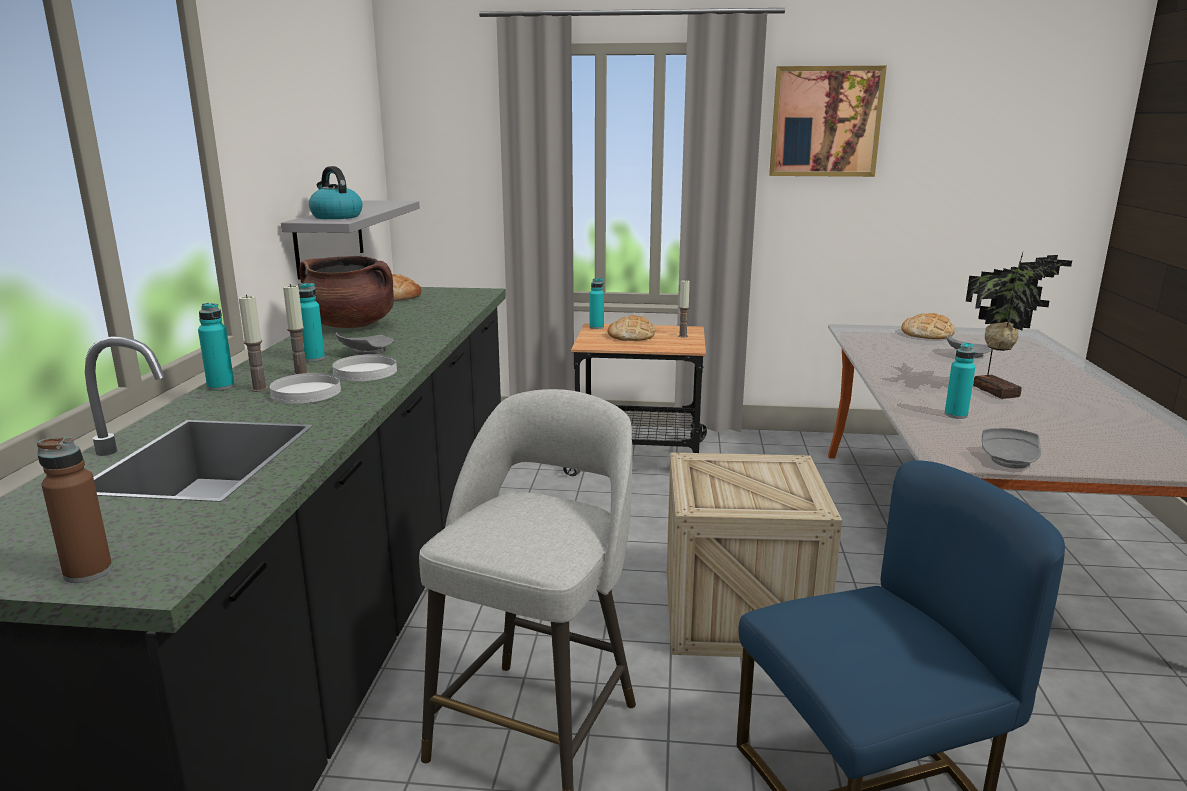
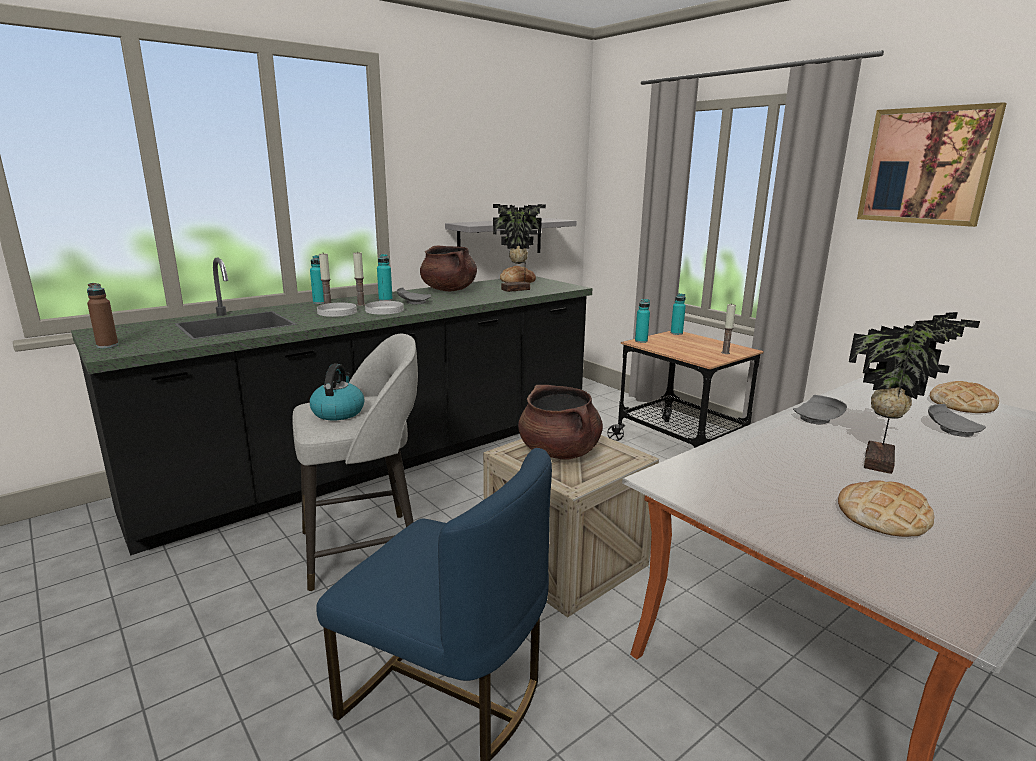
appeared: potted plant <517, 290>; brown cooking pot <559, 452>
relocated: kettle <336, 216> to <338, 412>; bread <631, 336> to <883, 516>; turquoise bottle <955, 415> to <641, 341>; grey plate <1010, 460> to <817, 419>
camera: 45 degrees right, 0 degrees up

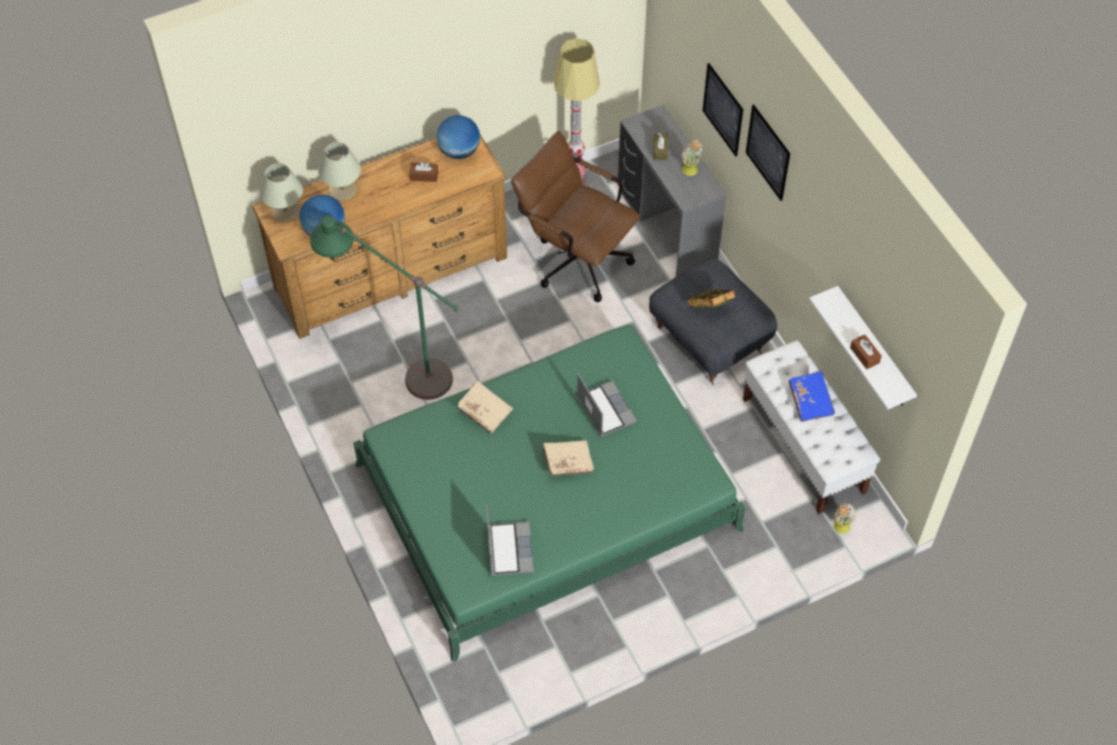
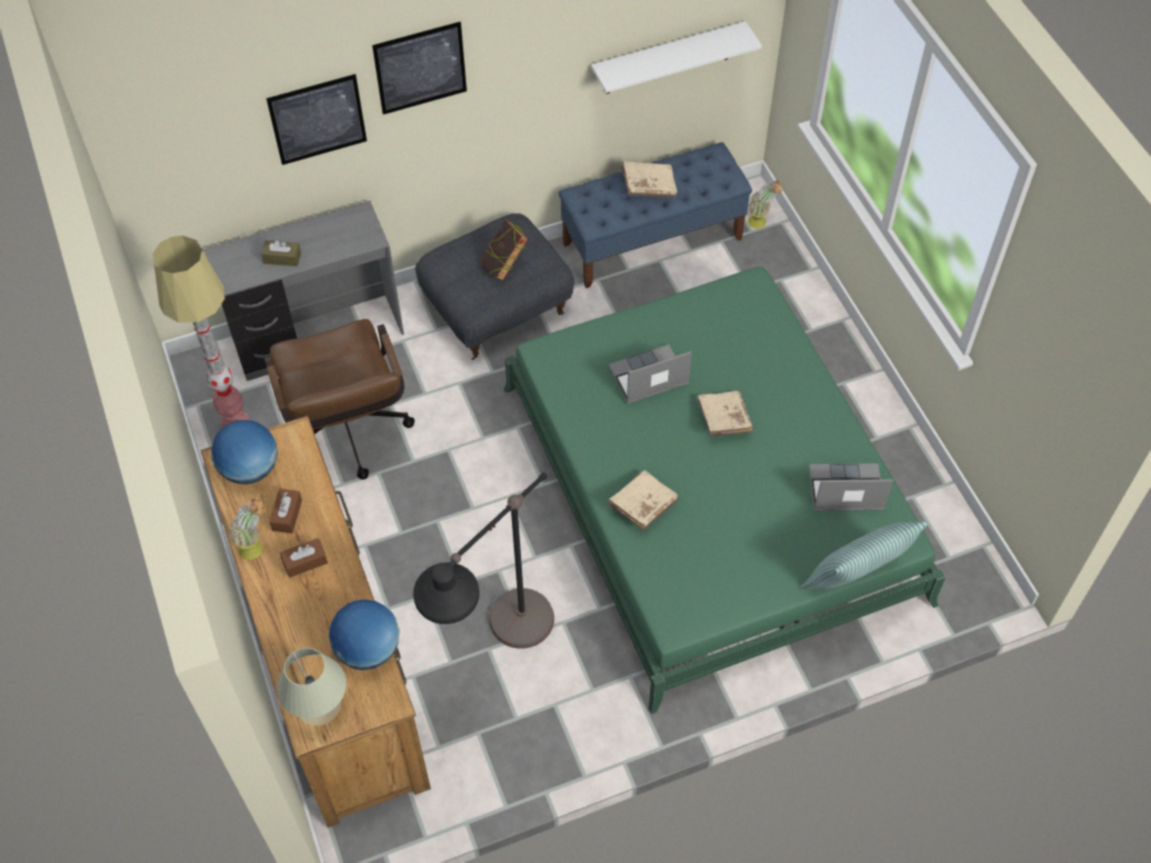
missing: beige table lamp <342, 190>
appeared: pillow <856, 579>
relocated: potted plant <691, 173> to <257, 548>; brown tissue box <864, 355> to <305, 562>
colour: green floor lamp <397, 368> to black floor lamp <499, 657>; white bench <804, 445> to blue bench <653, 241>; blue book <810, 401> to beige book <648, 186>
spun: brown office chair <575, 258> = <349, 437> 60 degrees counterclockwise
camera: 85 degrees left, 0 degrees up

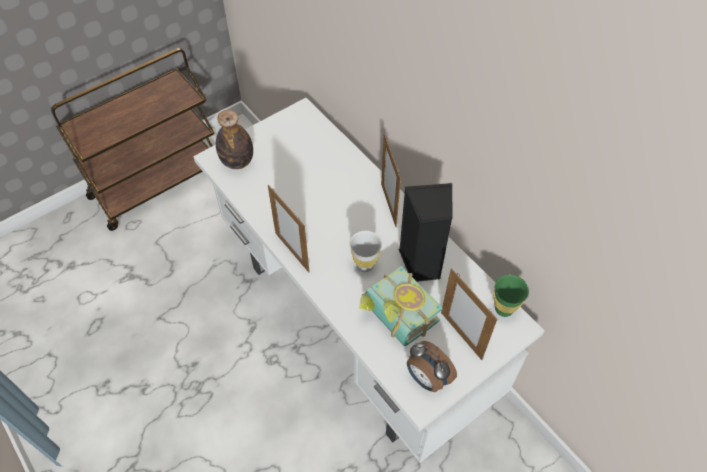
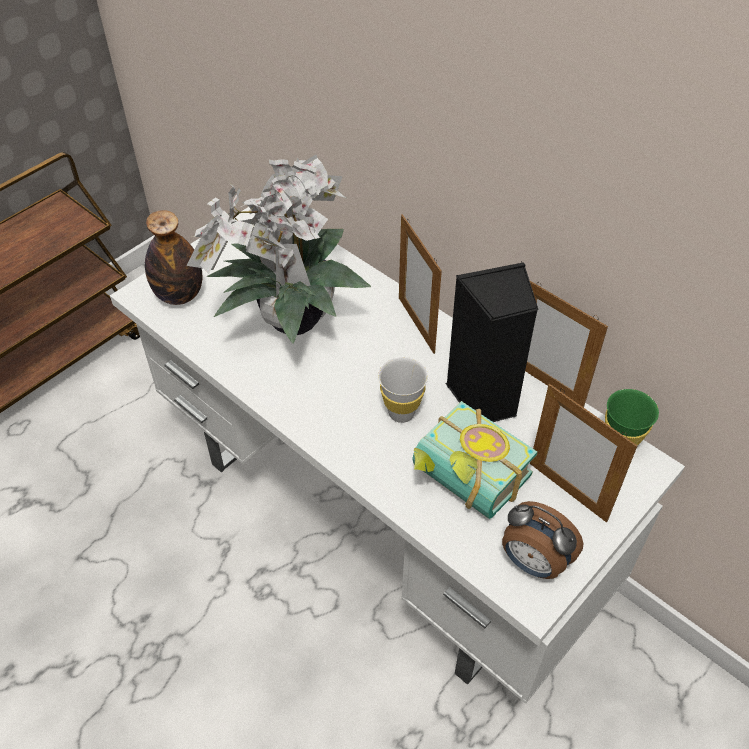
appeared: potted plant <288, 323>
relocated: picture frame <292, 252> to <546, 384>
camera: 10 degrees left, 5 degrees down

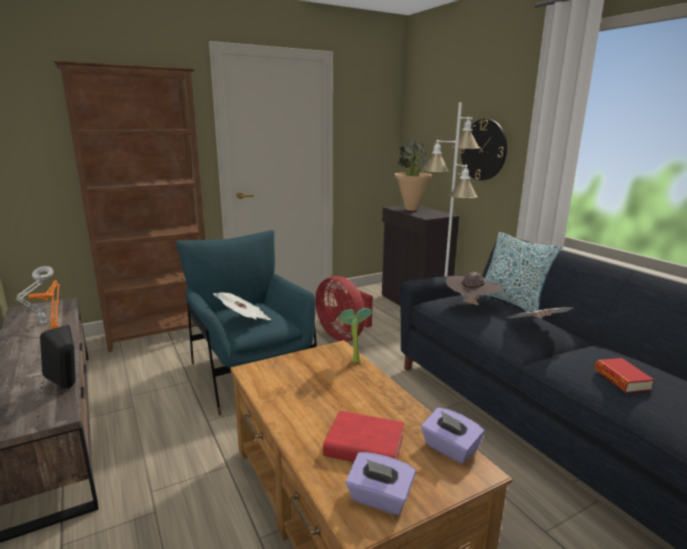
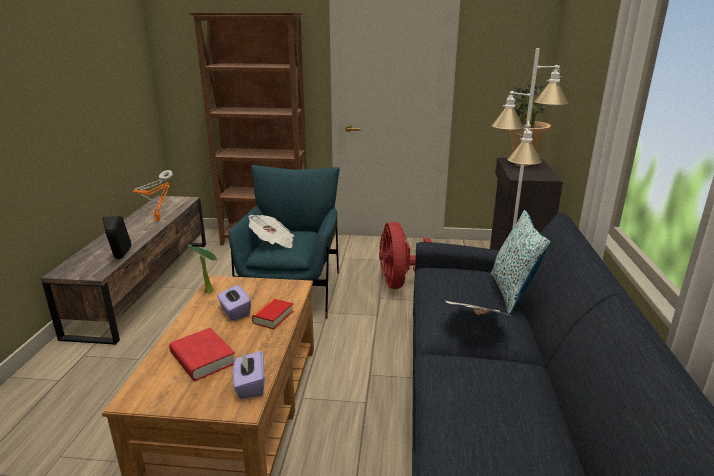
missing: wall clock <483, 150>; brown hat <471, 305>
relocated: potted plant <354, 360> to <209, 290>; book <621, 379> to <273, 317>; purple tissue box <379, 498> to <235, 312>
camera: 35 degrees right, 5 degrees up

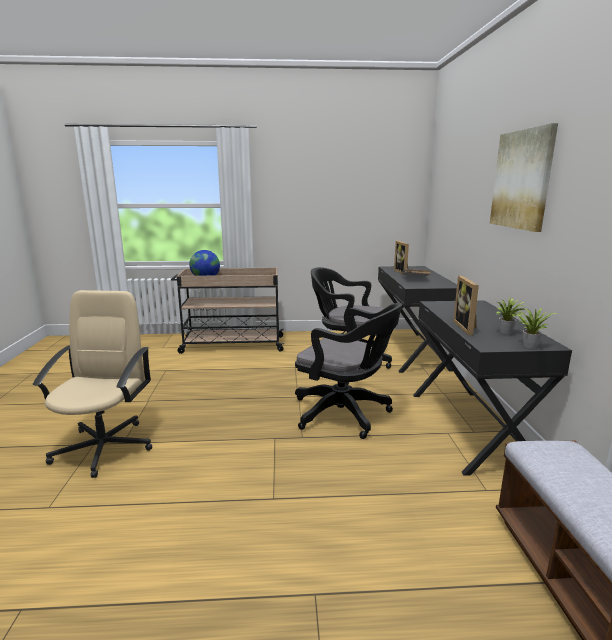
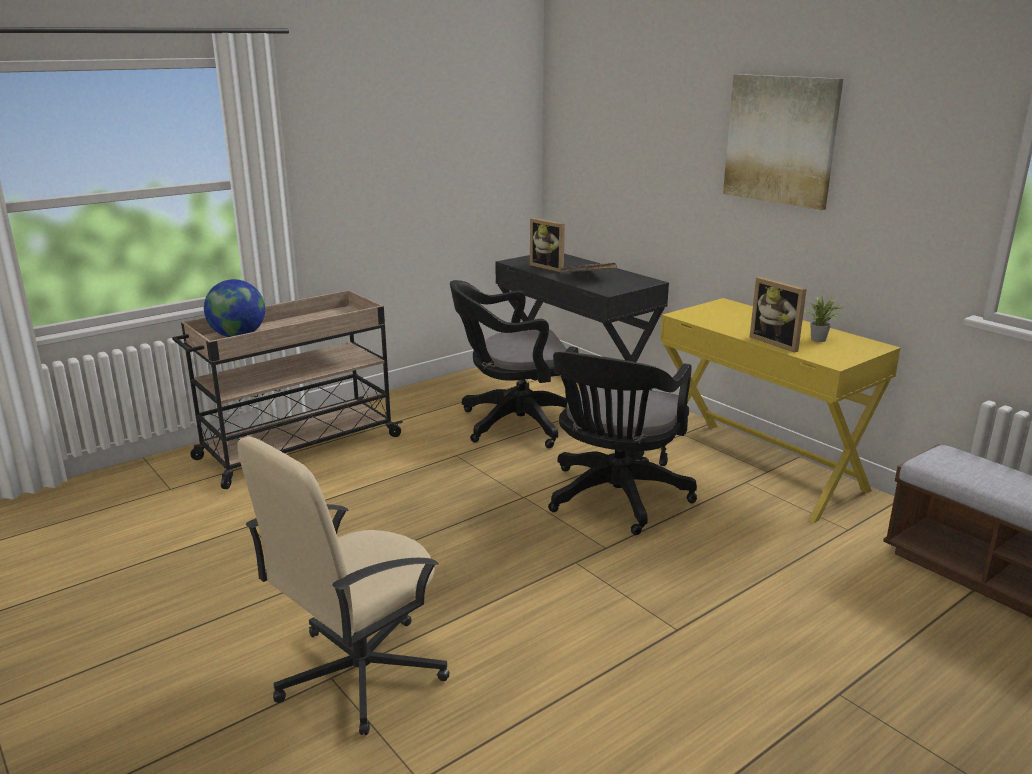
missing: potted plant <529, 345>
colour: black desk <470, 428> to yellow desk <759, 468>
spun: beige office chair <105, 447> = <358, 673> 105 degrees counterclockwise; black office chair <345, 414> = <614, 499> 120 degrees clockwise
camera: 35 degrees left, 5 degrees up

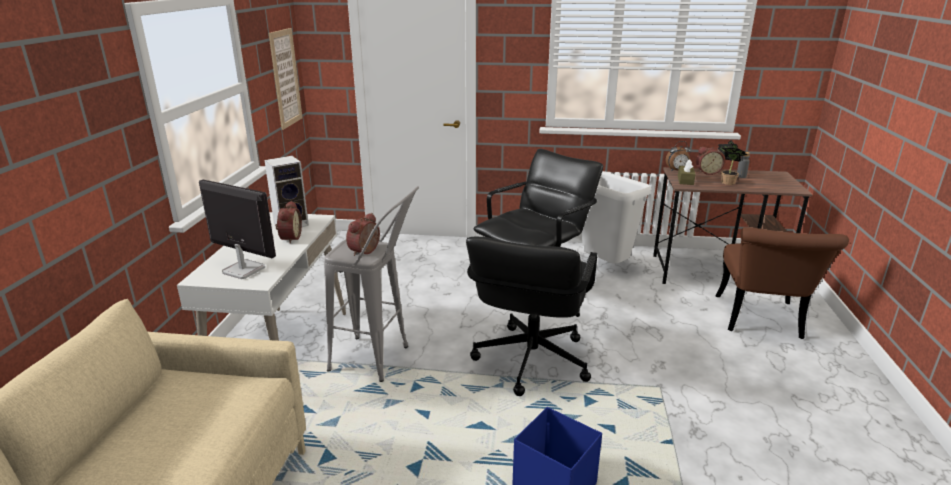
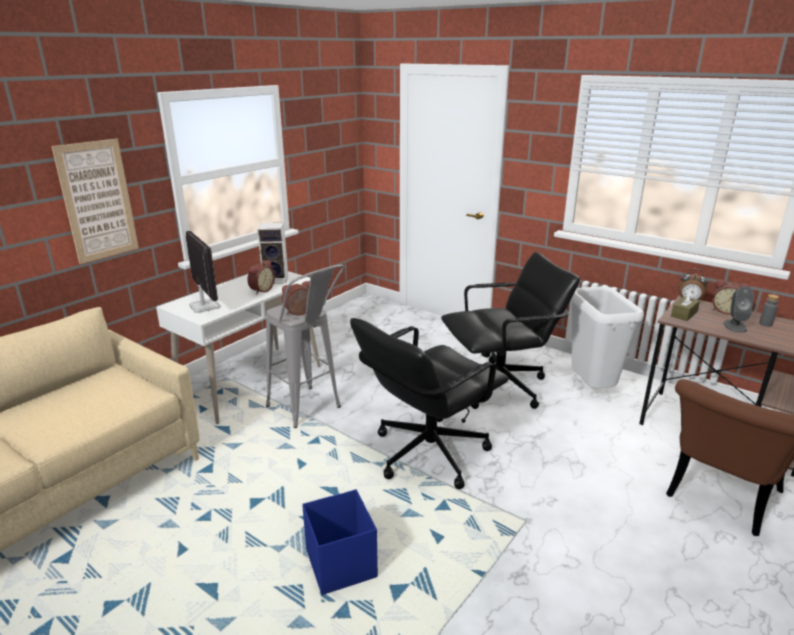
relocated: picture <285, 78> to <98, 201>
exchanged: potted plant <726, 182> to grey speaker <735, 326>
camera: 30 degrees right, 0 degrees up

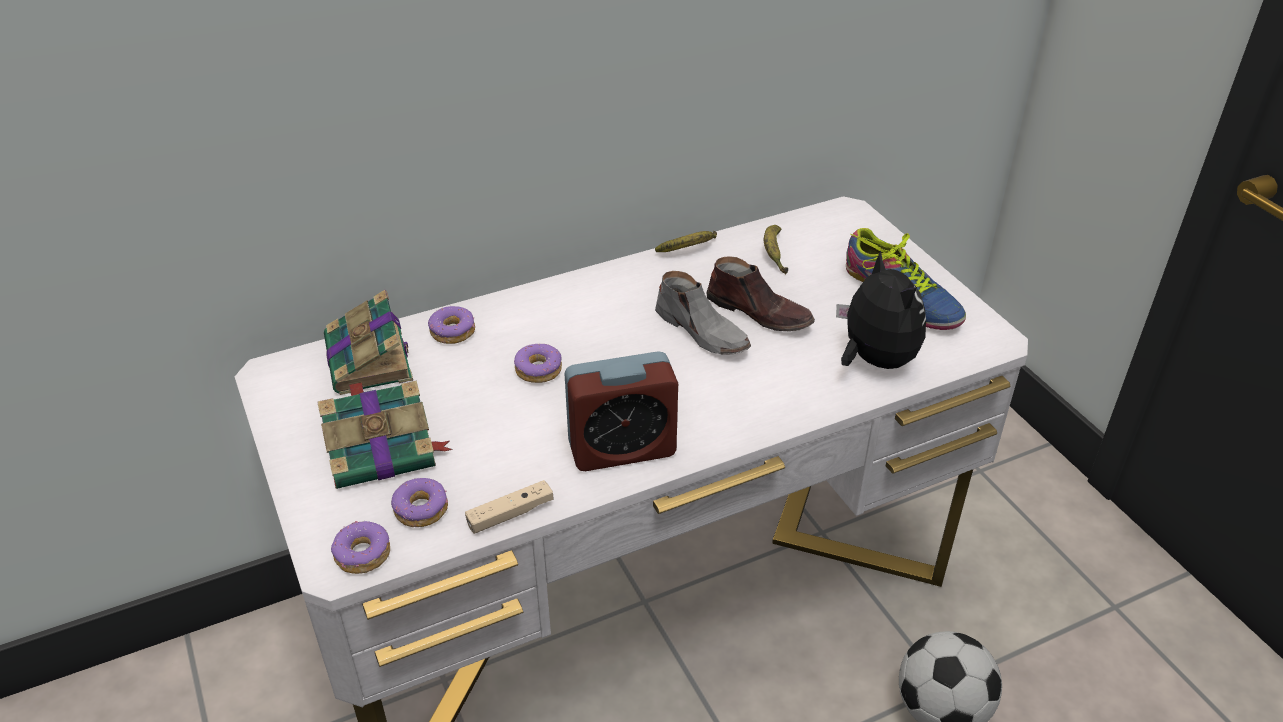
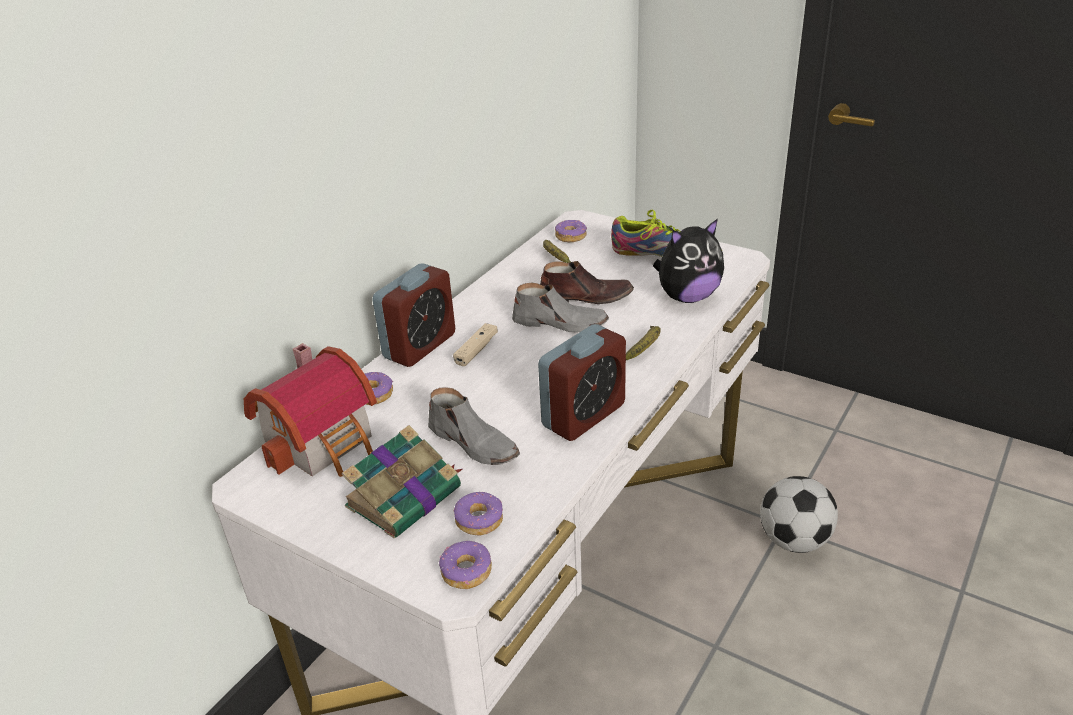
appeared: alarm clock <420, 346>; grey shoe <475, 443>
relocated: banana <690, 249> to <645, 348>; donut <539, 370> to <570, 236>; beige game controller <510, 514> to <476, 350>
exchanged: book <369, 362> to toy house <325, 442>
spun: plush toy <874, 360> = <687, 297> 120 degrees clockwise
camera: 30 degrees left, 5 degrees down

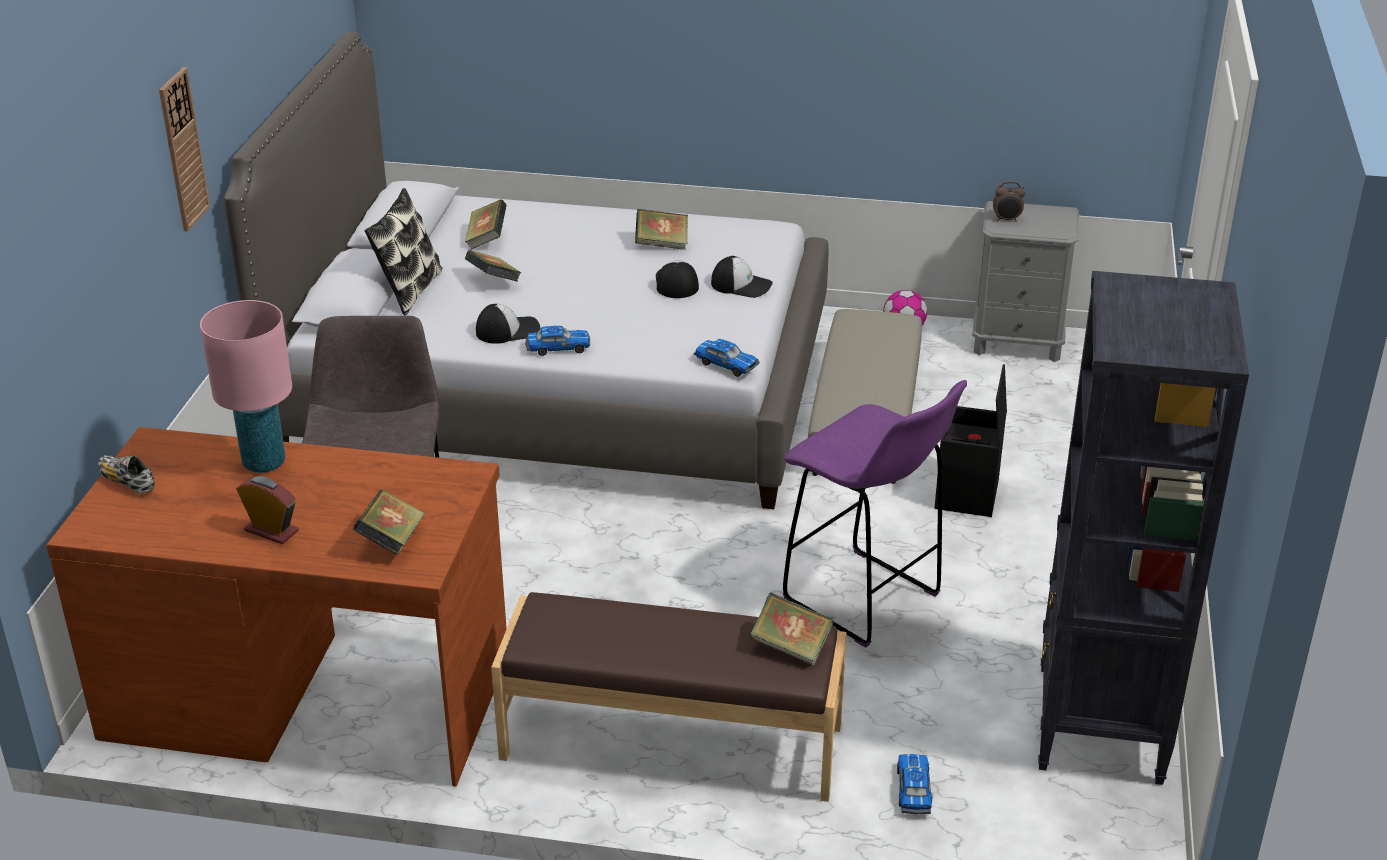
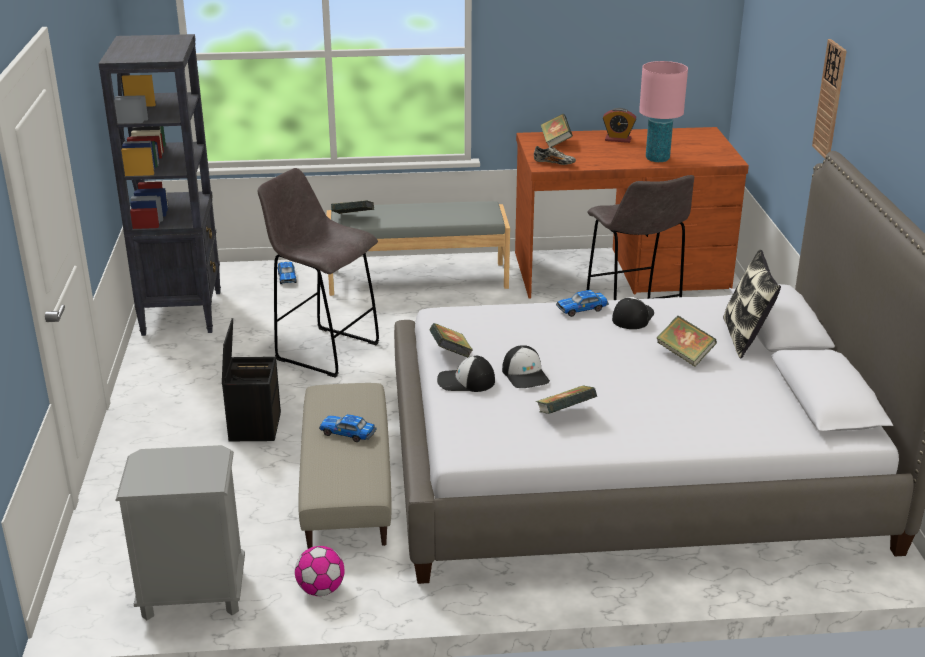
missing: alarm clock <1007, 220>
relocated: book <486, 239> to <451, 354>; toy car <726, 364> to <348, 433>; shoe <127, 482> to <554, 163>
colour: purple stool <865, 600> to grey stool <325, 351>; brown bench <671, 743> to grey bench <418, 278>
spun: cap <508, 330> = <632, 317> 150 degrees clockwise
camera: 165 degrees right, 5 degrees down

